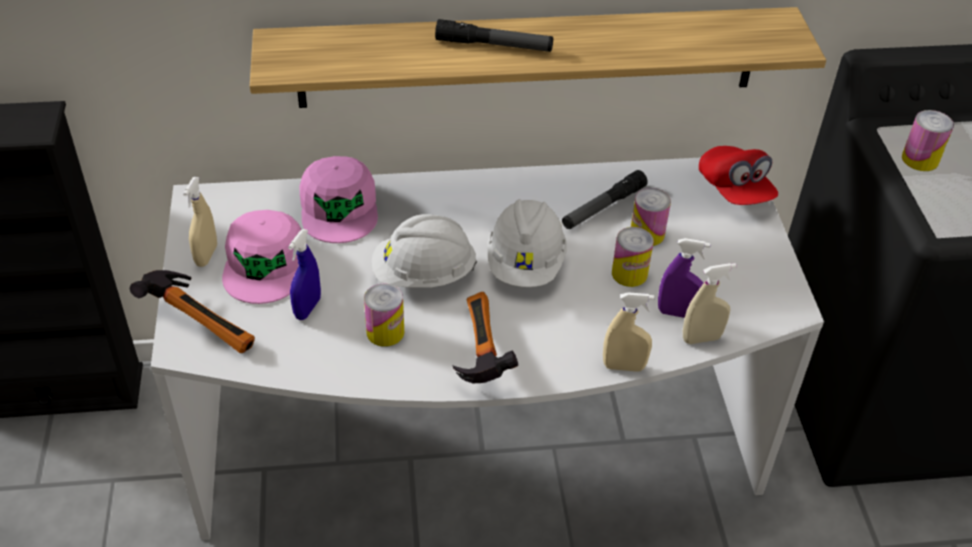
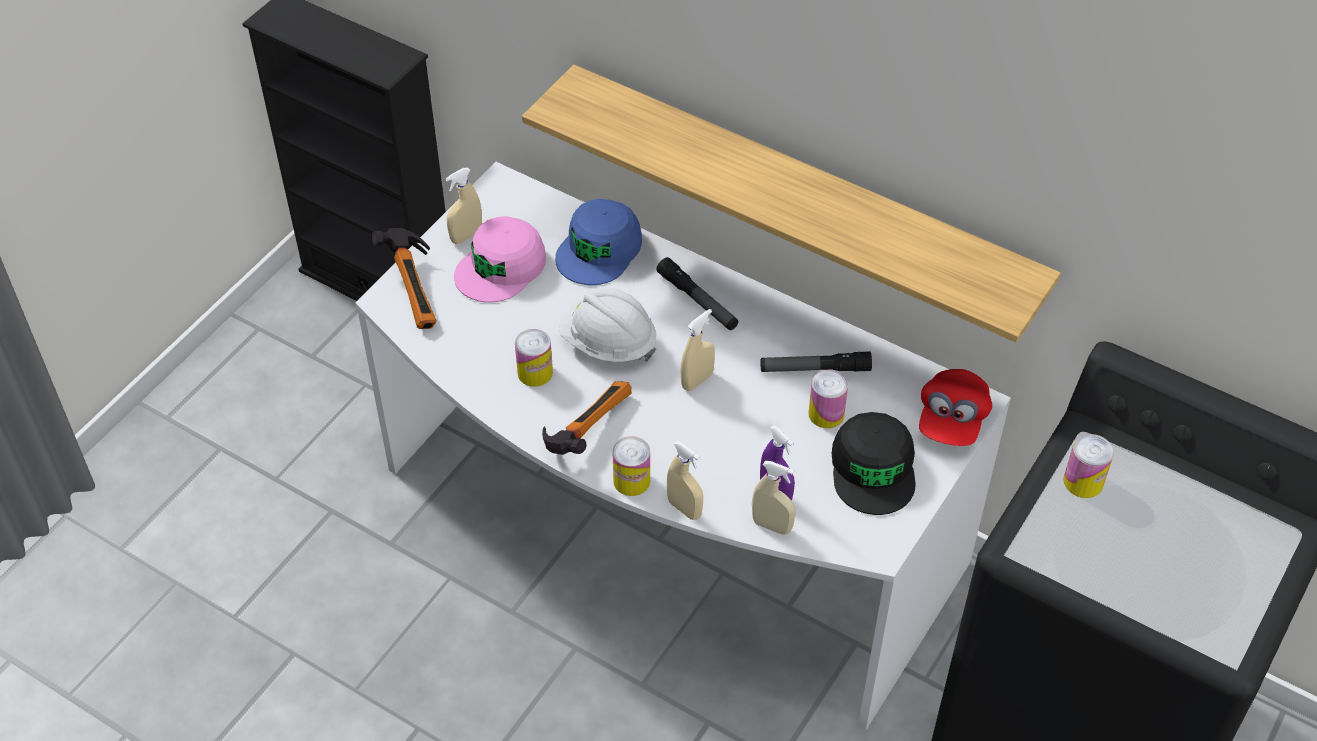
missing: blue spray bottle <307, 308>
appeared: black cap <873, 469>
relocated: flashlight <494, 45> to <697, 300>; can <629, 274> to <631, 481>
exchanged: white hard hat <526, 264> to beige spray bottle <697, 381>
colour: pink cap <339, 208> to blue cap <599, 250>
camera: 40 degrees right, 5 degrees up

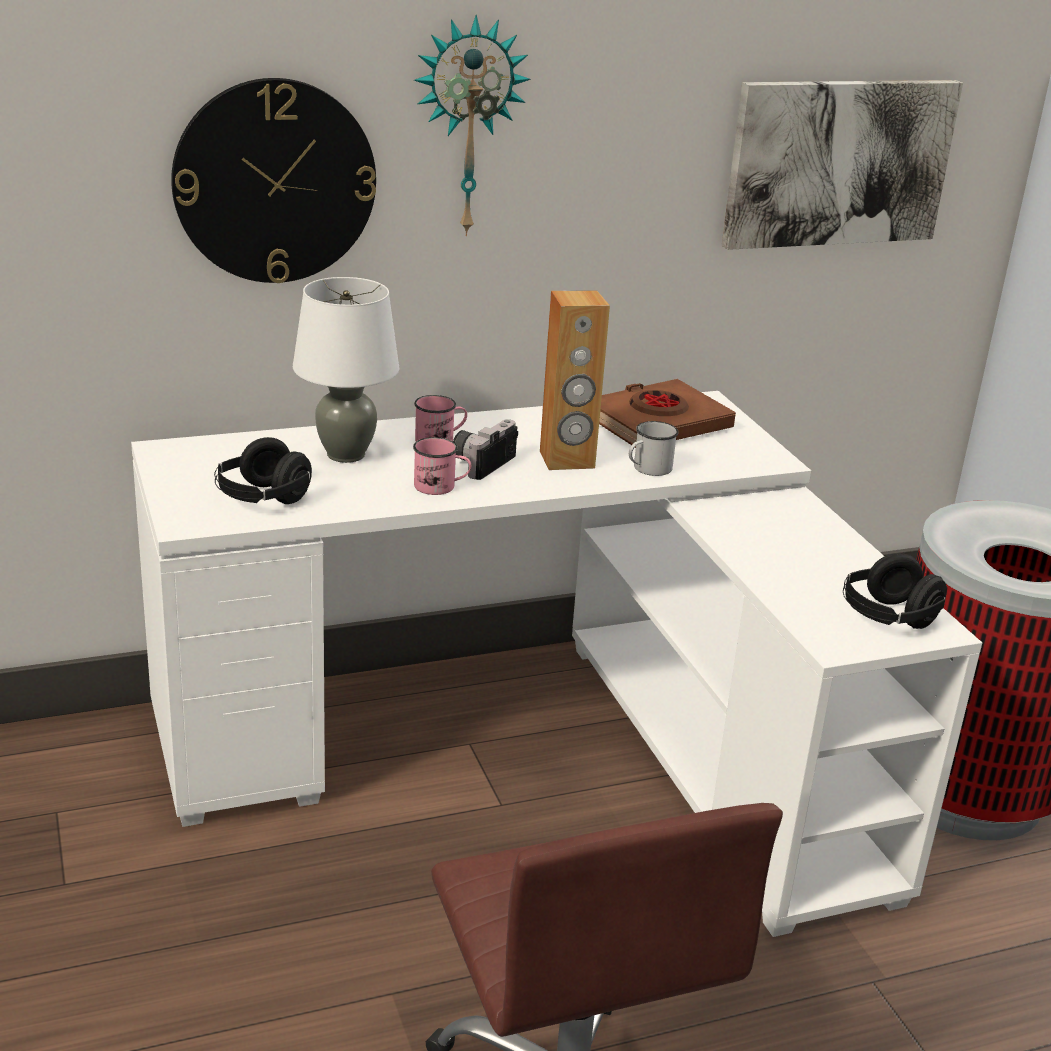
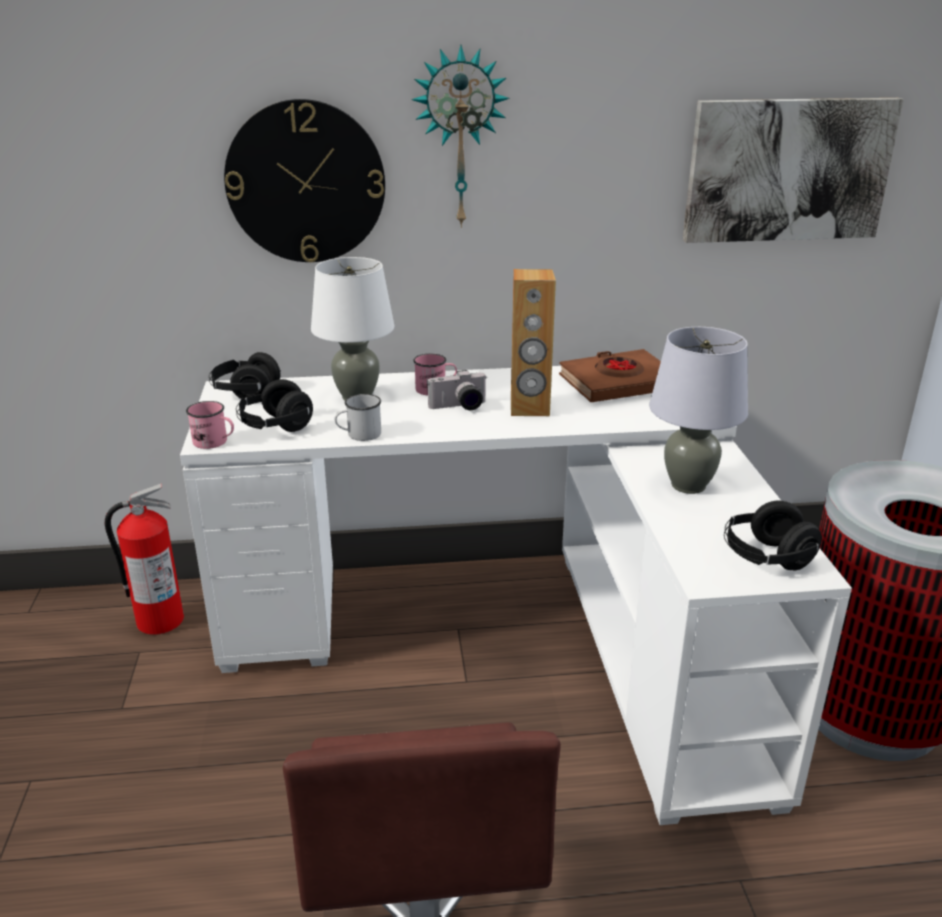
appeared: grey table lamp <688, 485>; black headphones <245, 393>; fire extinguisher <159, 620>
relocated: white mug <648, 469> to <359, 435>; pink mug <441, 487> to <215, 442>
spun: photo camera <481, 462> = <459, 407> 150 degrees counterclockwise
camera: 15 degrees right, 0 degrees up

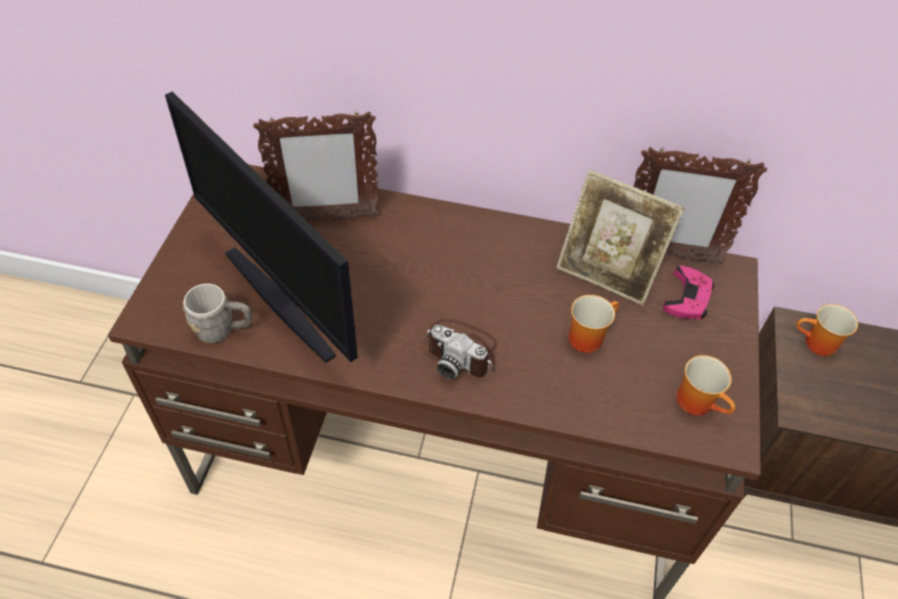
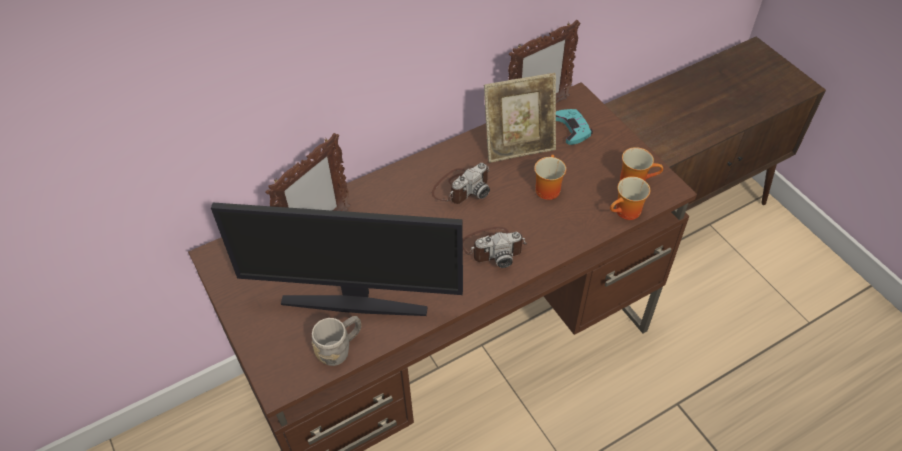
appeared: photo camera <461, 187>
relocated: mug <817, 345> to <627, 213>
colour: pink game controller <687, 297> to turquoise game controller <572, 128>
camera: 40 degrees left, 0 degrees up

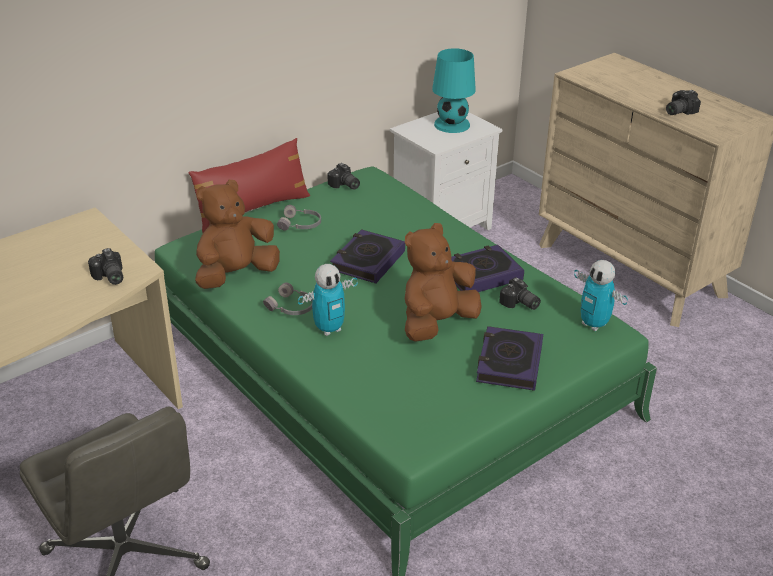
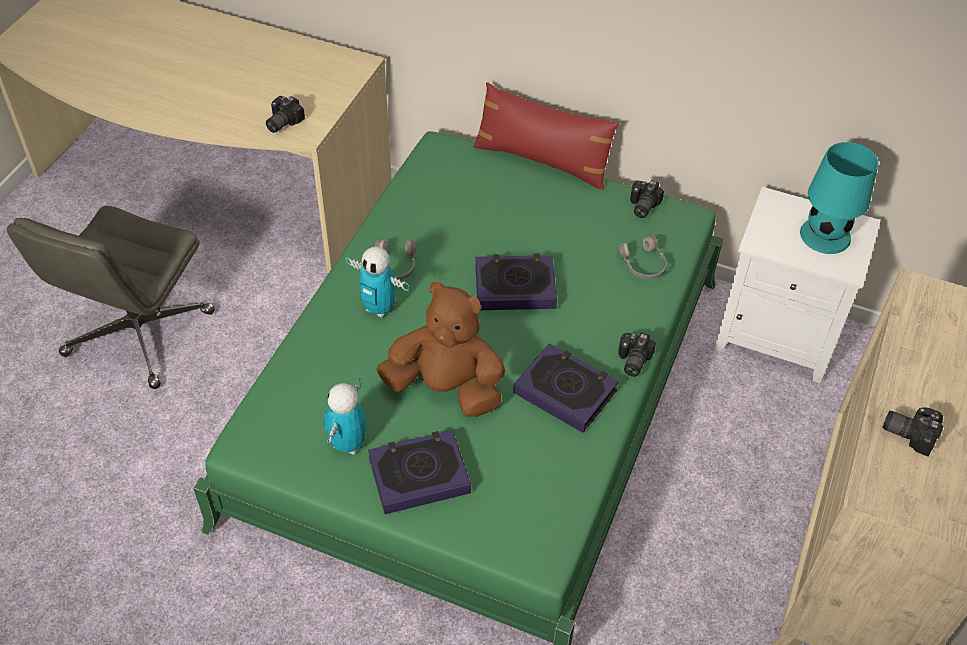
missing: brown plush toy <236, 275>
relocated: grey headphones <300, 224> to <642, 264>; toy robot <594, 324> to <348, 444>; photo camera <519, 304> to <631, 361>
camera: 60 degrees right, 15 degrees up

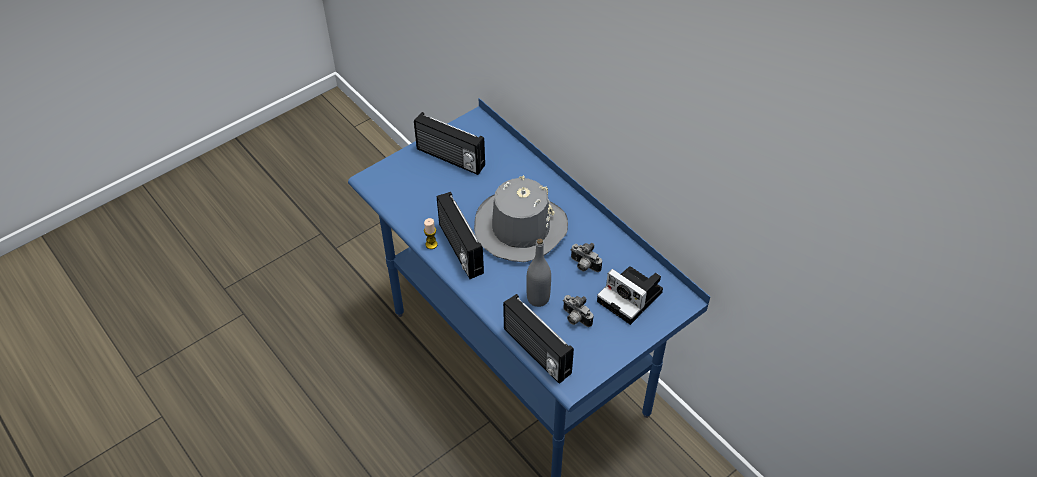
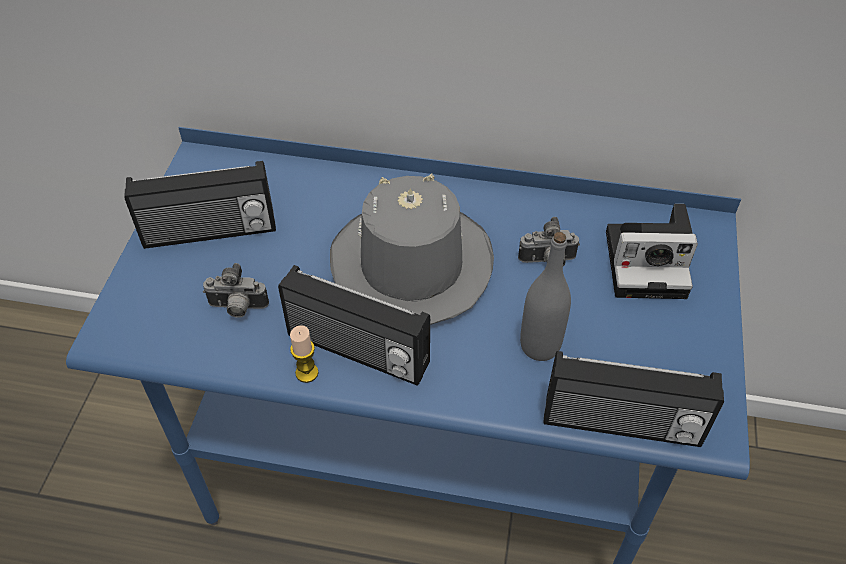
relocated: photo camera <575, 318> to <237, 308>
camera: 40 degrees left, 0 degrees up

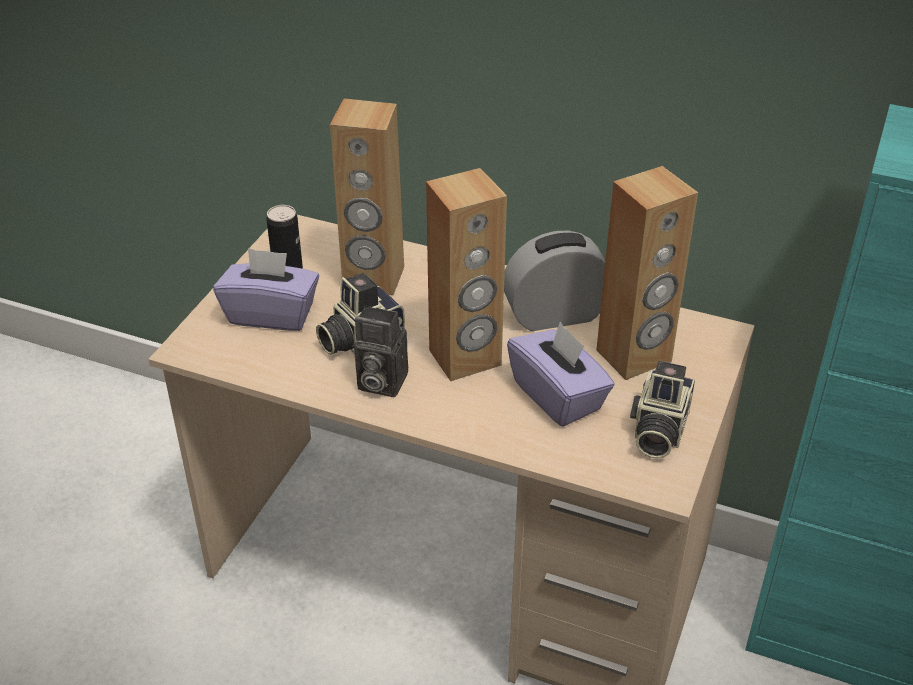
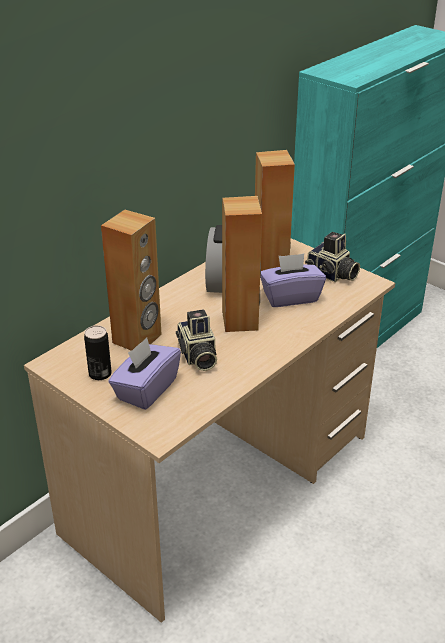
missing: photo camera <379, 382>
camera: 70 degrees left, 5 degrees down

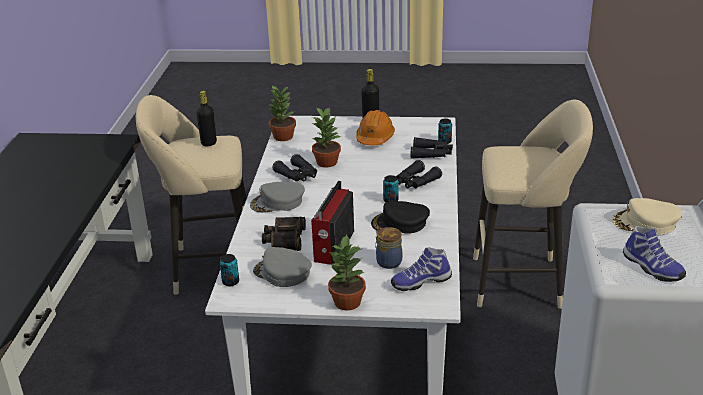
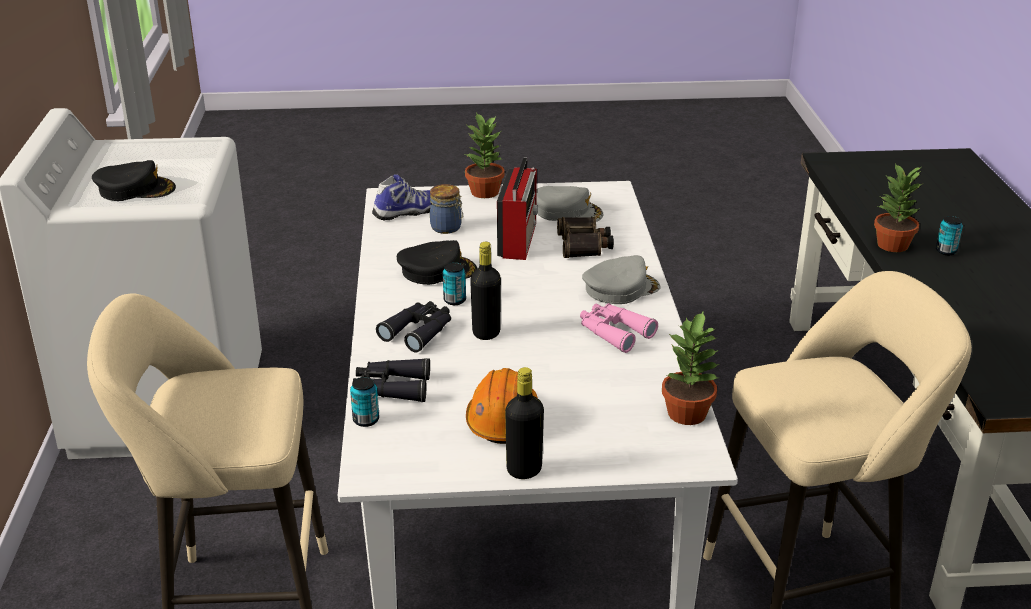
missing: shoe <651, 268>
relocated: black bottle <209, 143> to <486, 333>; potted plant <327, 162> to <893, 245>; can <230, 282> to <946, 251>
colour: black binoculars <298, 175> to pink binoculars <613, 332>; beige cap <645, 223> to black cap <135, 189>
camera: 170 degrees right, 0 degrees up

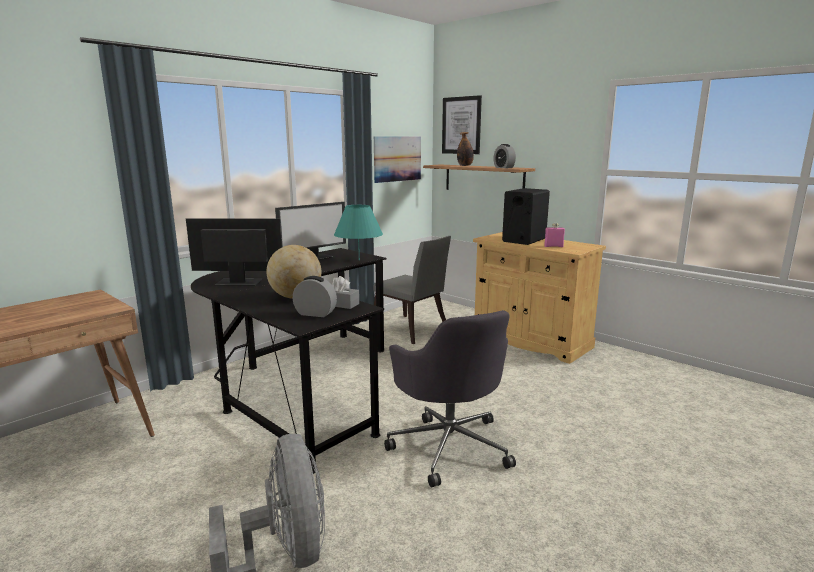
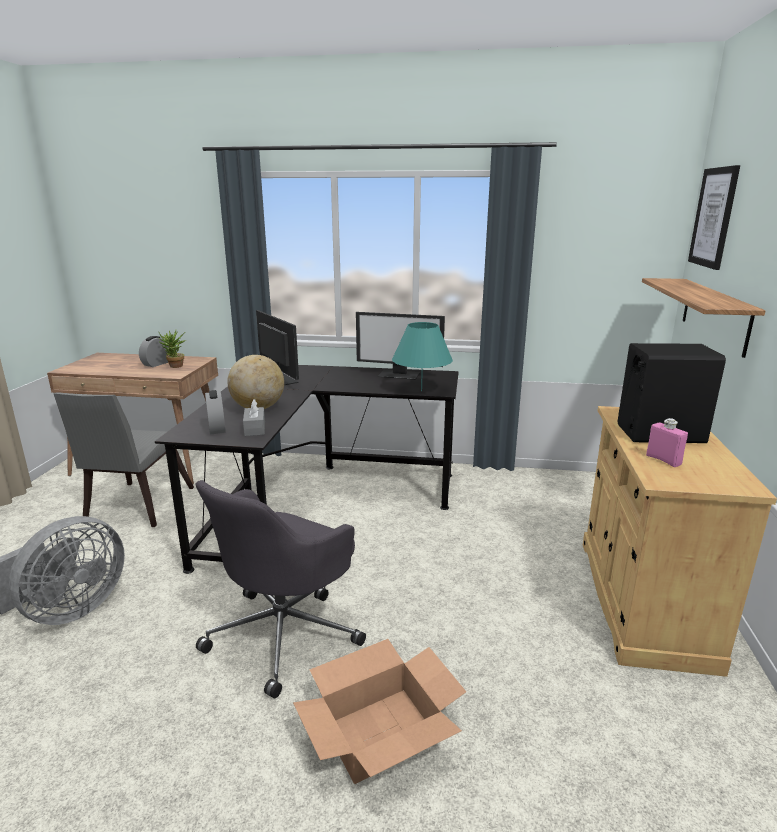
missing: bottle <465, 165>; picture <397, 159>
appeared: potted plant <175, 367>; cardboard box <380, 733>
relocated: alarm clock <503, 167> to <156, 364>; grey chair <412, 331> to <135, 508>
camera: 55 degrees right, 5 degrees up

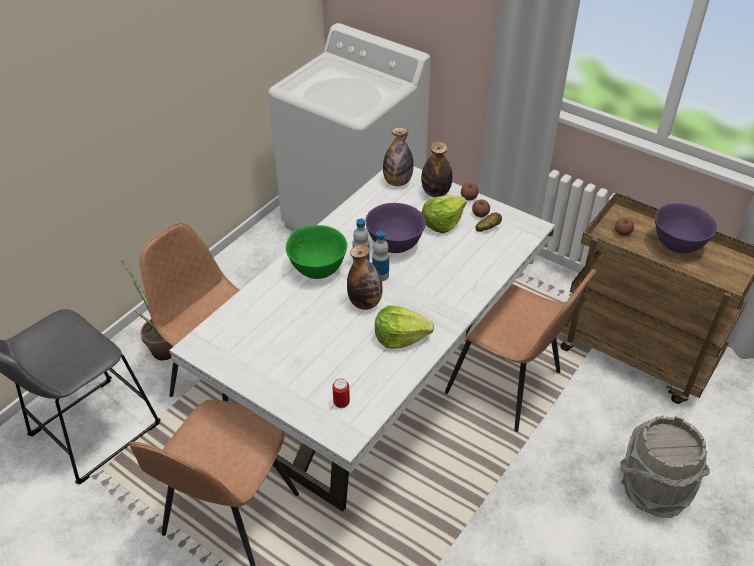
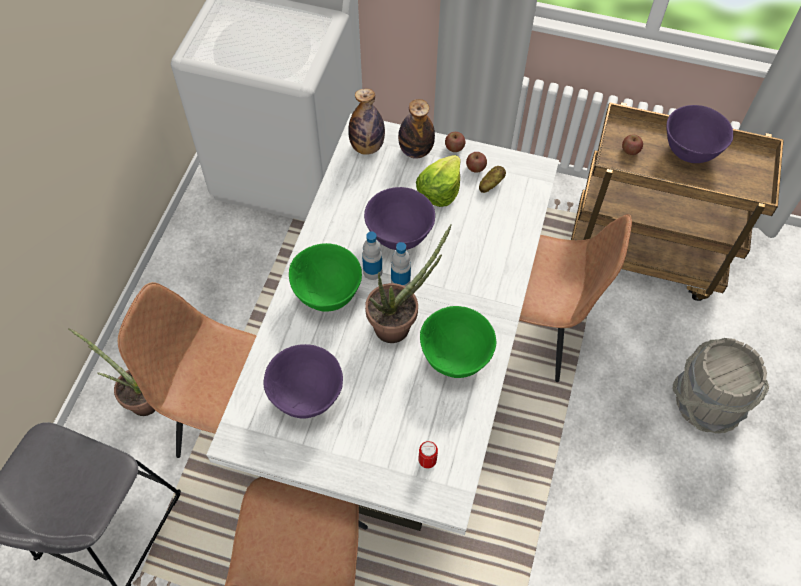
appeared: purple bowl <306, 396>
exchanged: bottle <365, 303> to potted plant <399, 324>; lettuce <400, 337> to green bowl <454, 357>
camera: 20 degrees left, 15 degrees up

